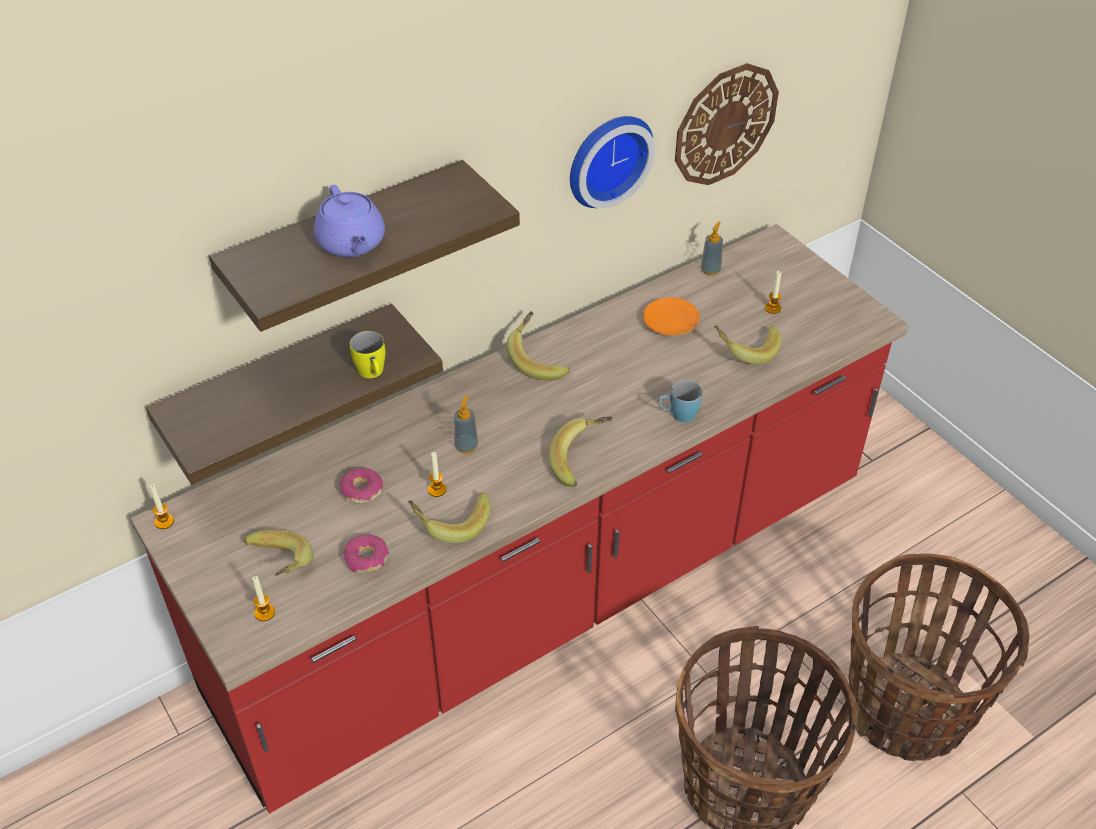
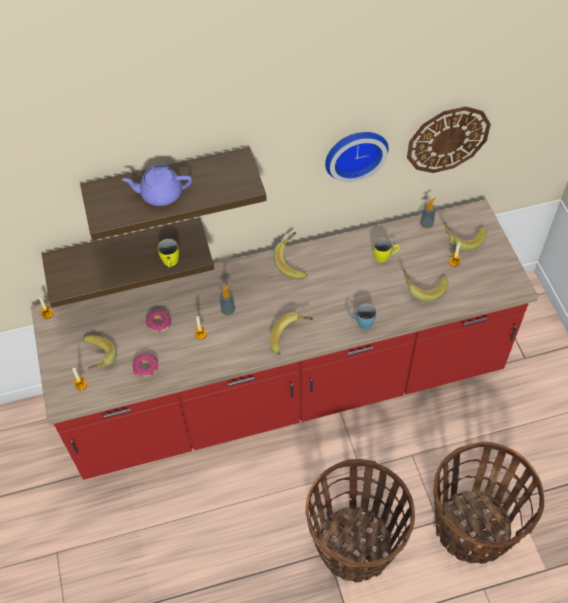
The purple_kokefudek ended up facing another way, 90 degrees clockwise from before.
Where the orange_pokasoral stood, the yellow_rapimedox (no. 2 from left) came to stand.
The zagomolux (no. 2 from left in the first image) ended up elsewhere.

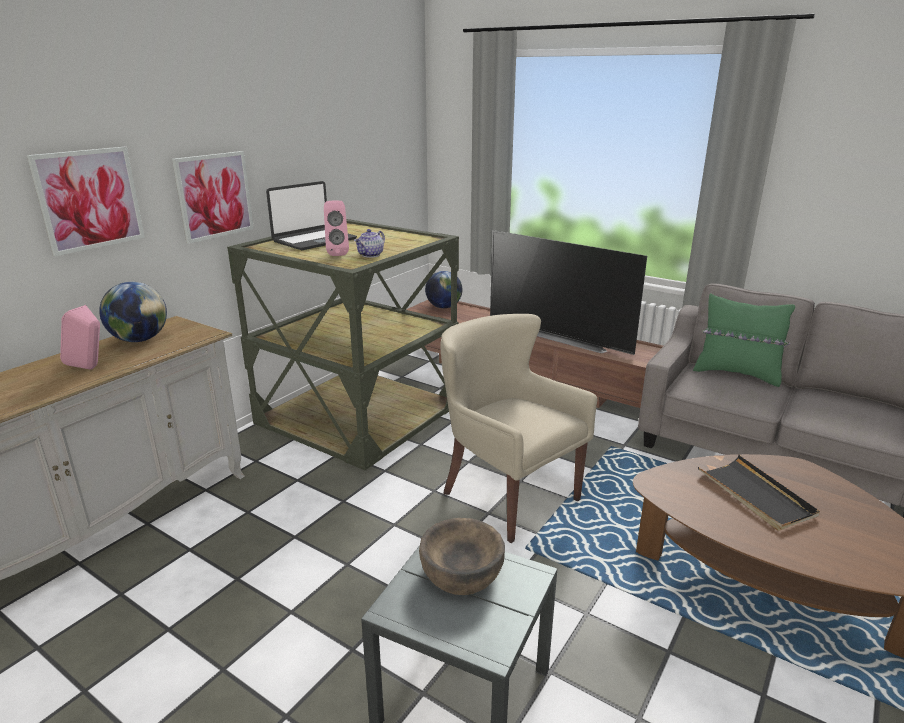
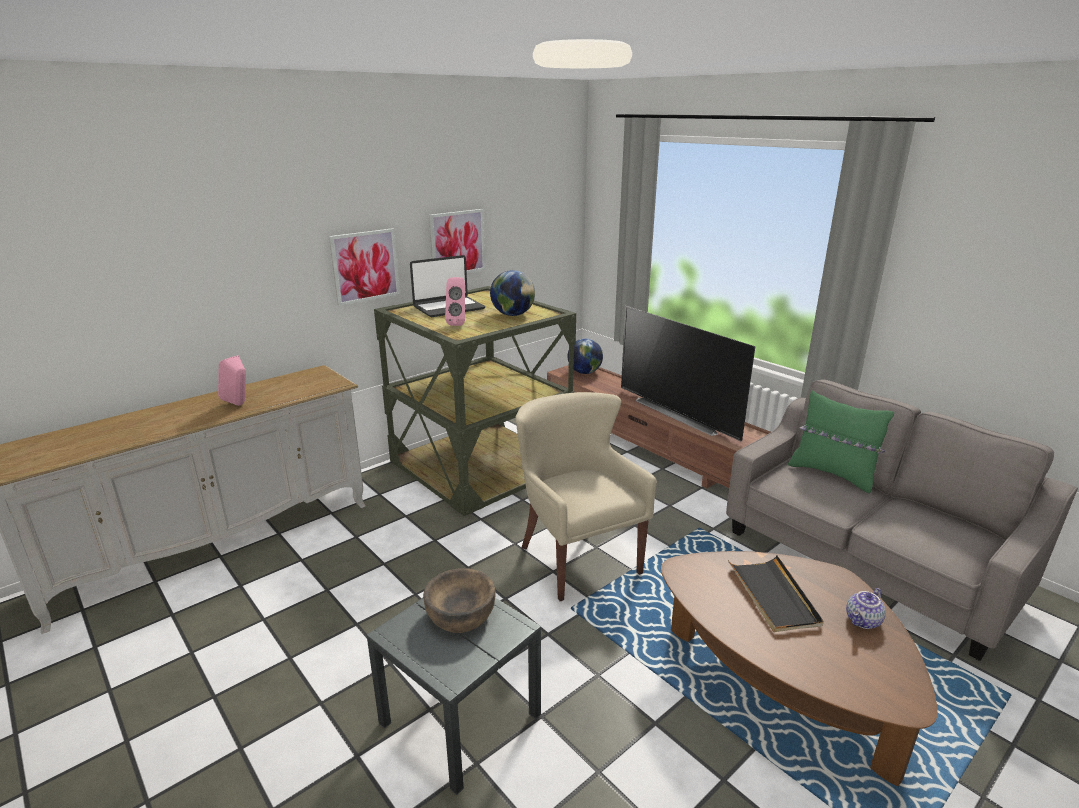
The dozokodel (no. 1 from left in the first image) ended up elsewhere.
The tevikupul (no. 1 from left) ended up elsewhere.
The kokefudek ended up elsewhere.

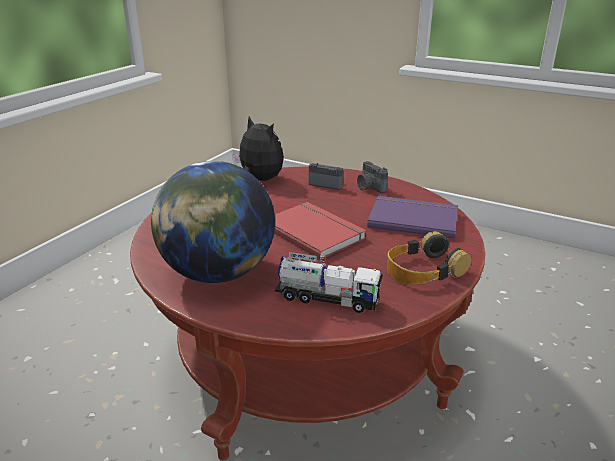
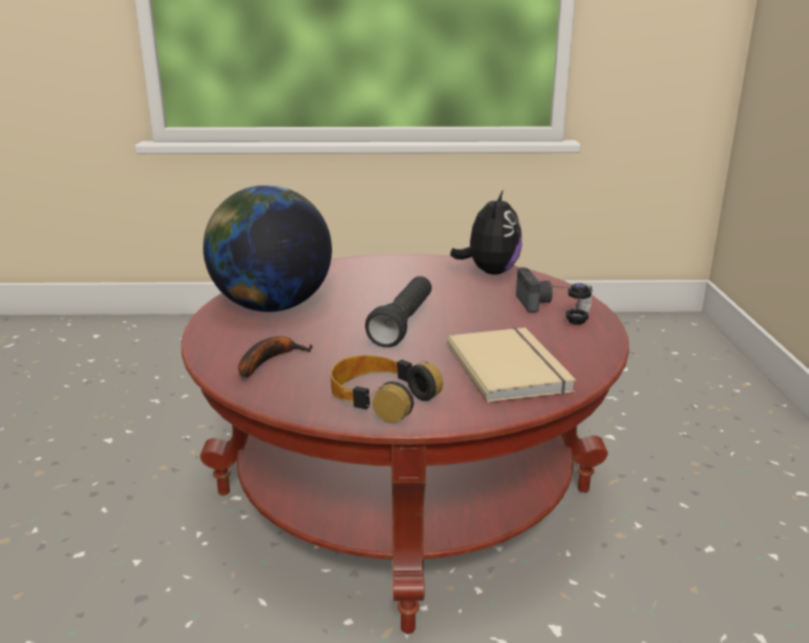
Where the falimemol stood, the zagomolux came to stand.
Where the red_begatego stood, the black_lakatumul came to stand.
What was the purple_begatego turned into the beige_begatego.
Where the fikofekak (no. 2 from left) stood, the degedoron (no. 2 from left) came to stand.

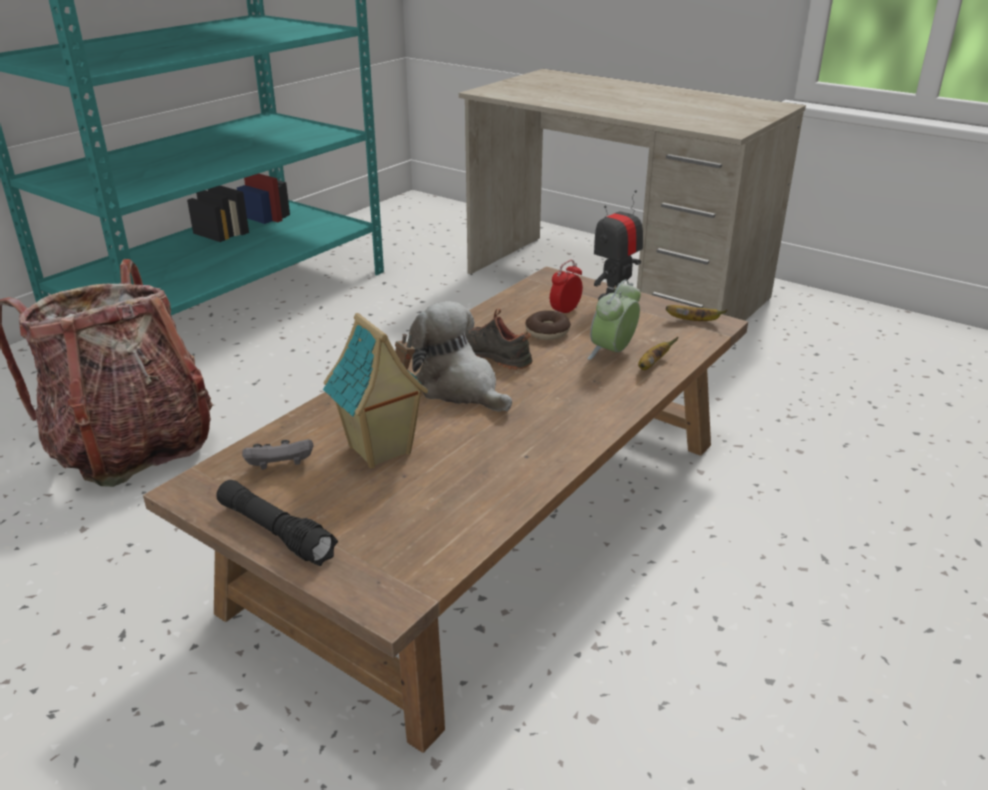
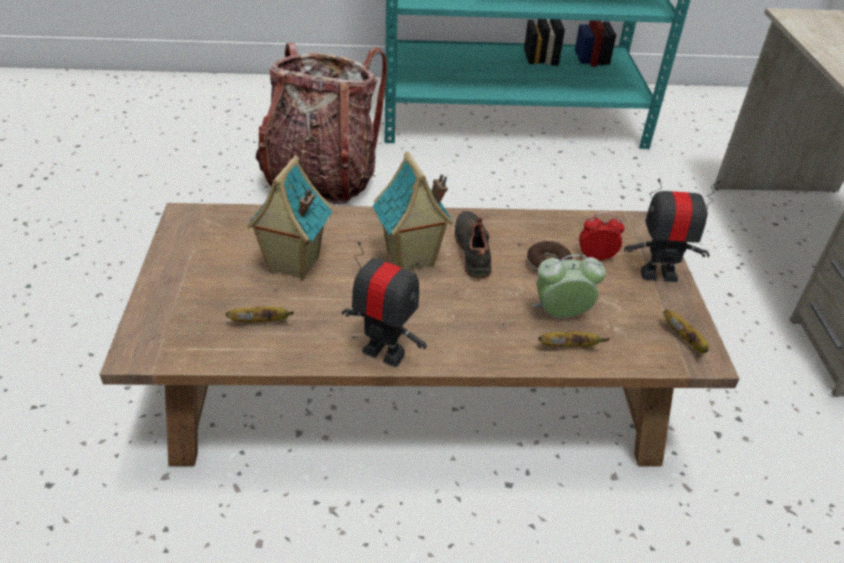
The second view gained the zagomolux (no. 1 from left).
The second view gained the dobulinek (no. 1 from left).
Where the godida stood, the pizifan (no. 2 from left) came to stand.
The second view lost the black_lakatumul.
The second view lost the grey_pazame.

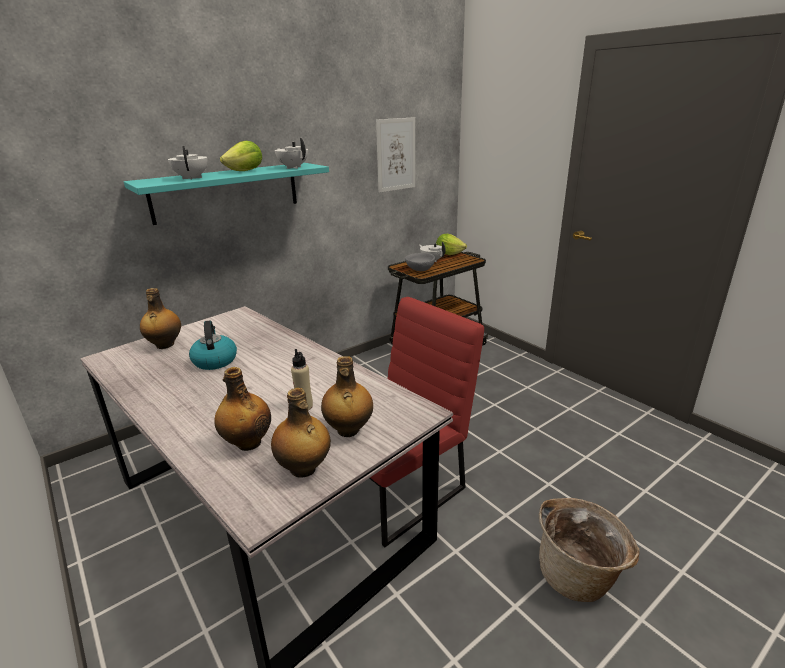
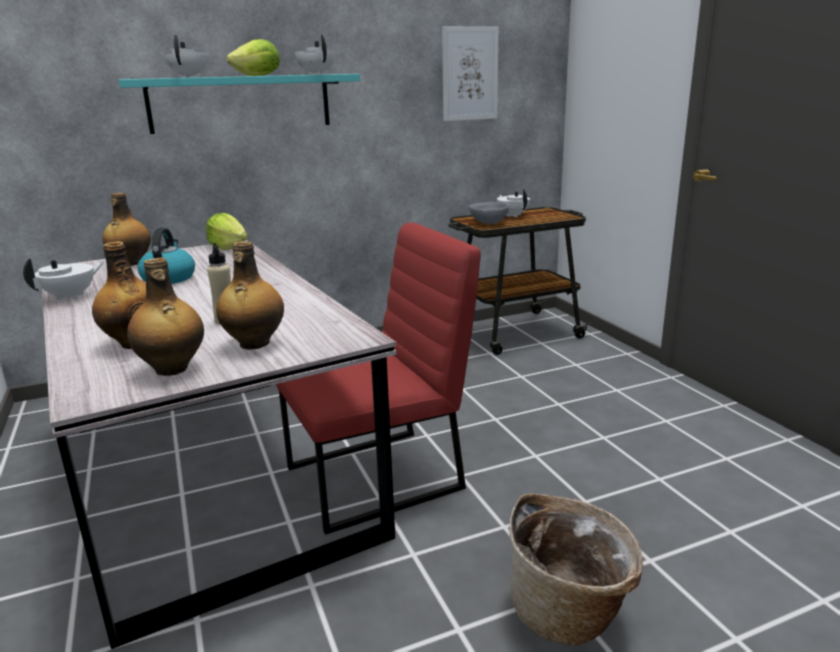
The second view gained the white_kokefudek (no. 1 from left).
The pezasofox (no. 2 from left in the first image) ended up elsewhere.

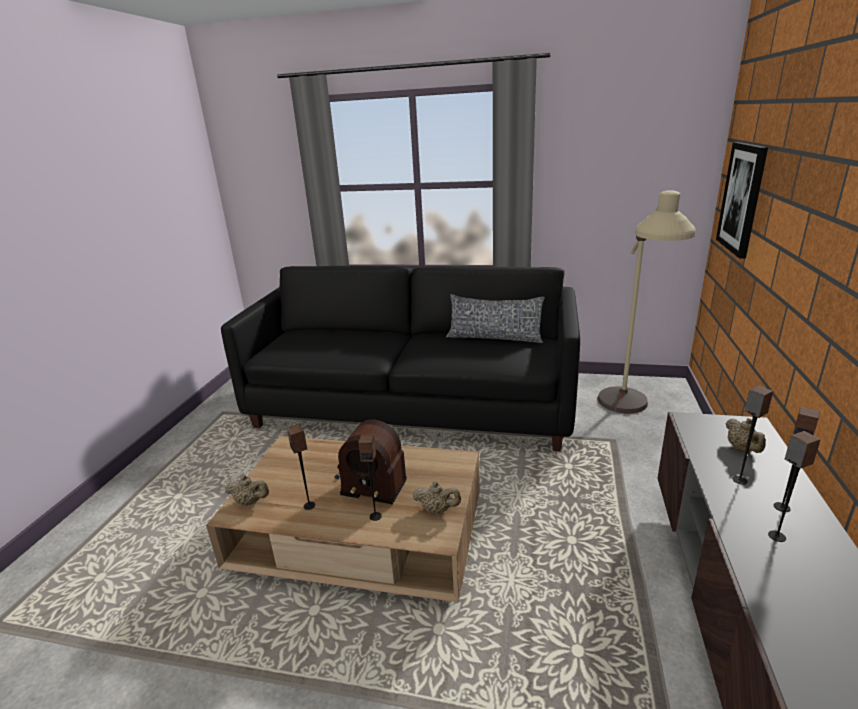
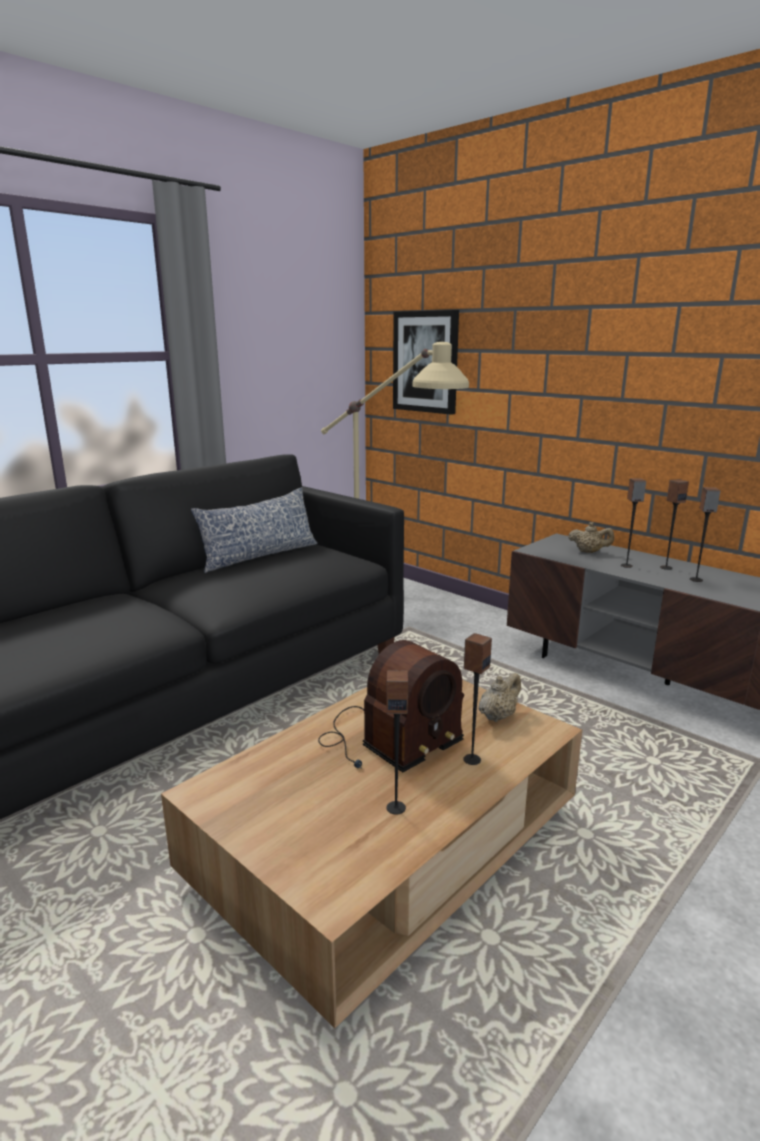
The second view lost the beige_kokefudek (no. 1 from left).

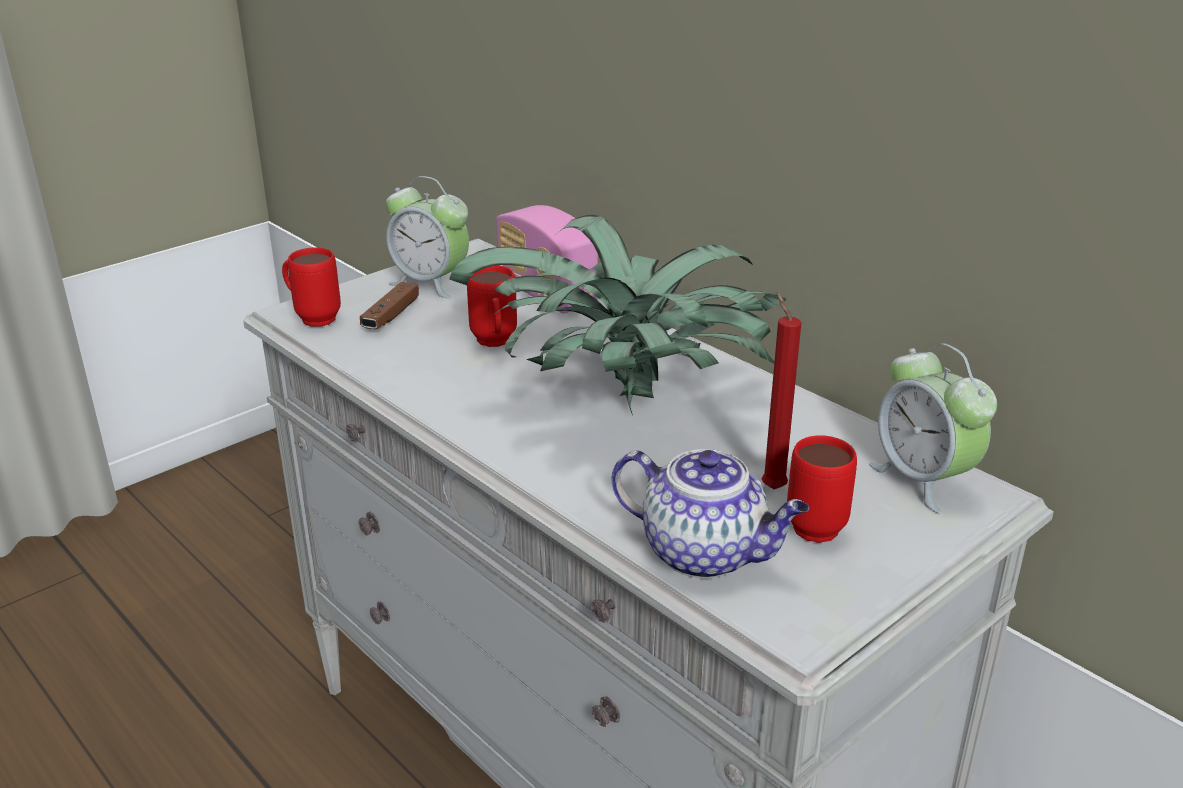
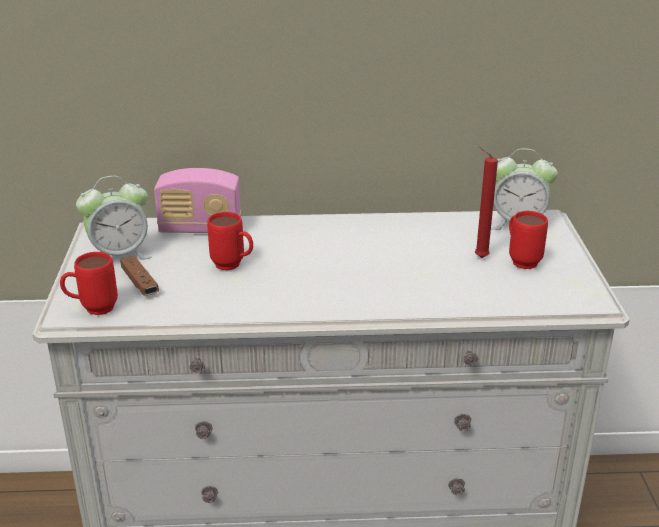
The second view lost the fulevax.
The second view lost the kokefudek.

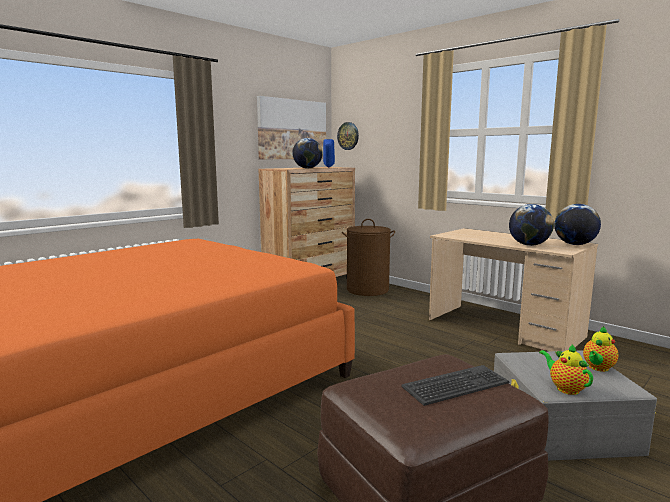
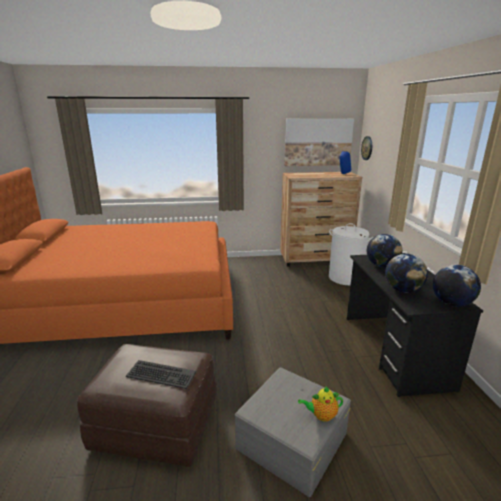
What was the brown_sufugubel turned into the white_sufugubel.
What was the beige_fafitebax turned into the black_fafitebax.
The tevikupul (no. 1 from left) ended up elsewhere.
The second view lost the kokefudek (no. 1 from left).

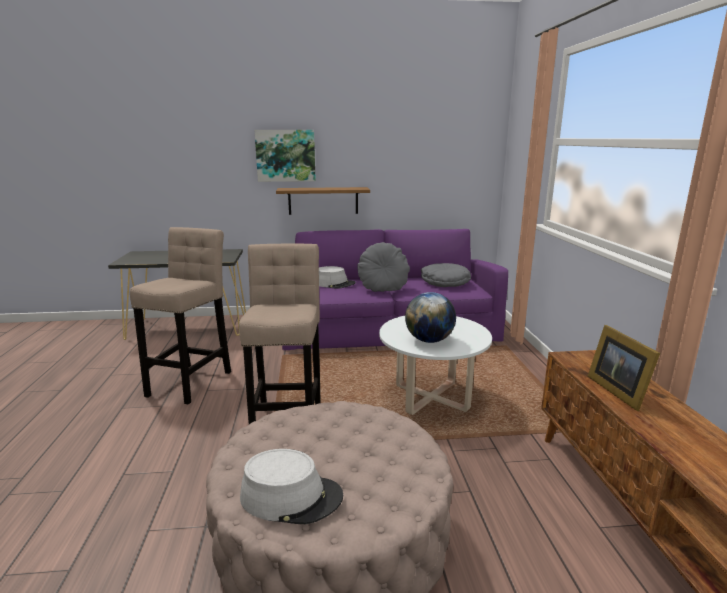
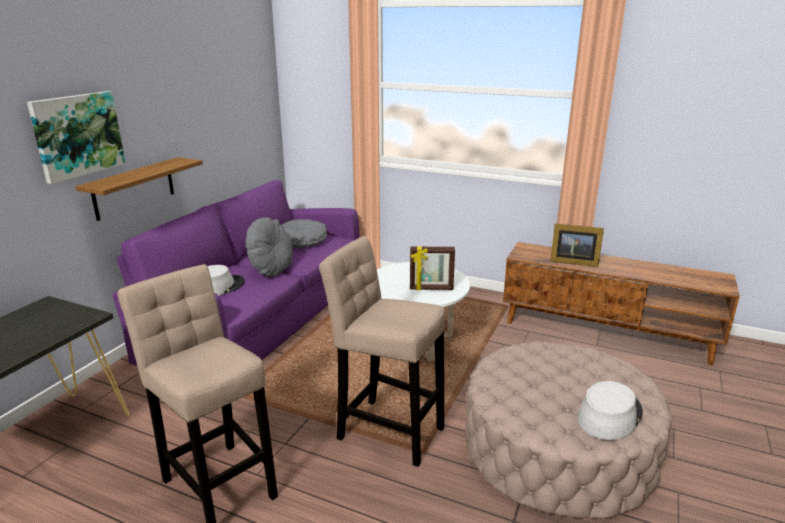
Where the tevikupul stood, the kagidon (no. 1 from left) came to stand.

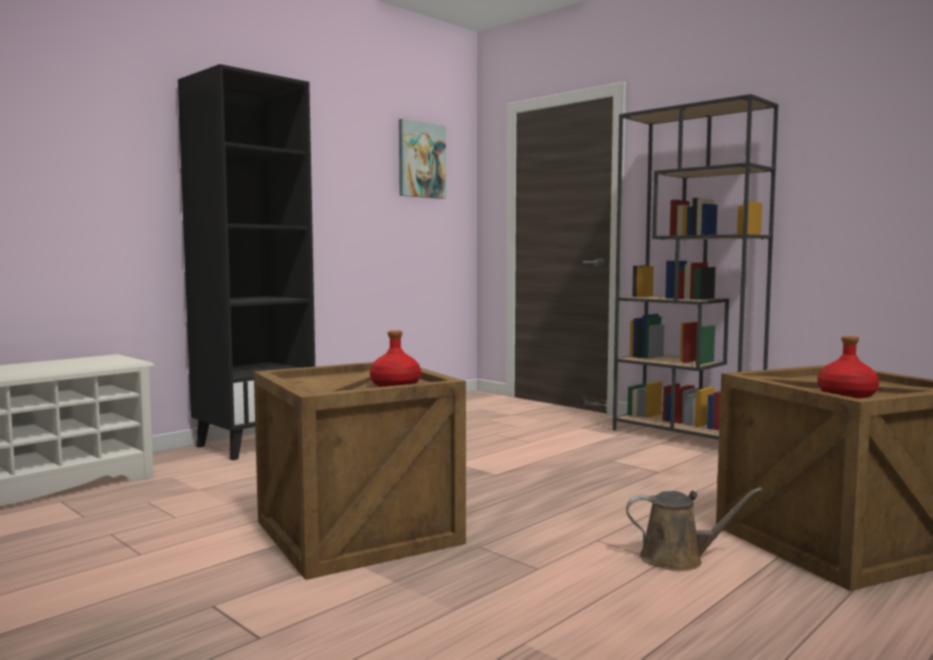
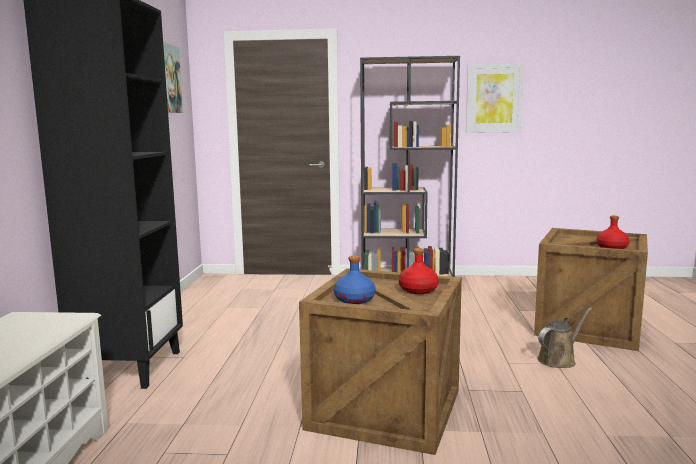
The second view gained the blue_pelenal.
The second view gained the dozokodel (no. 2 from left).

